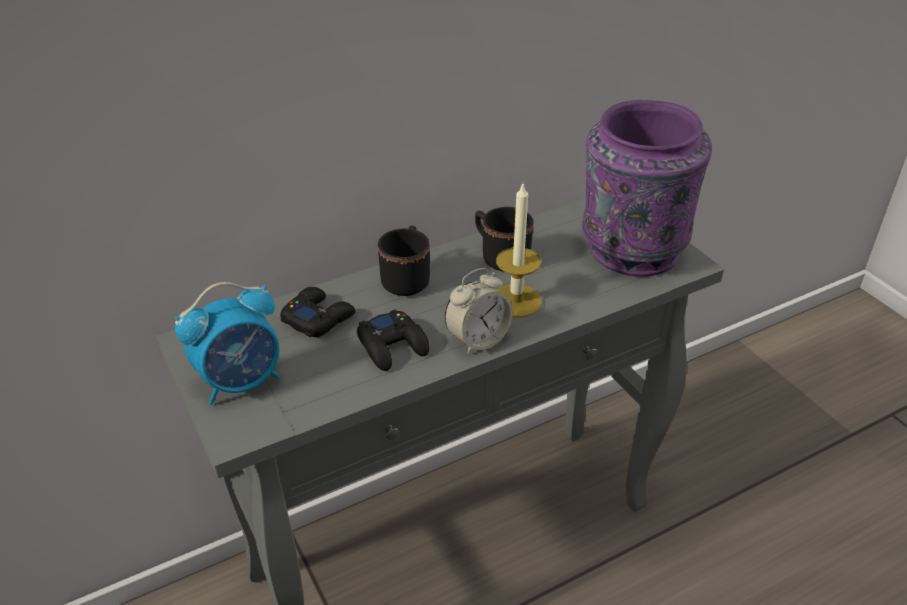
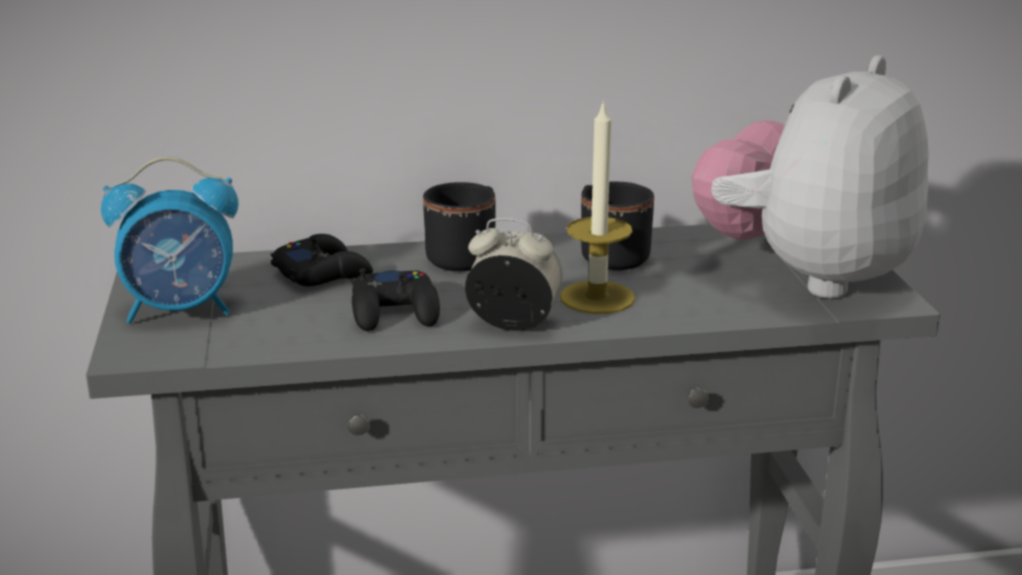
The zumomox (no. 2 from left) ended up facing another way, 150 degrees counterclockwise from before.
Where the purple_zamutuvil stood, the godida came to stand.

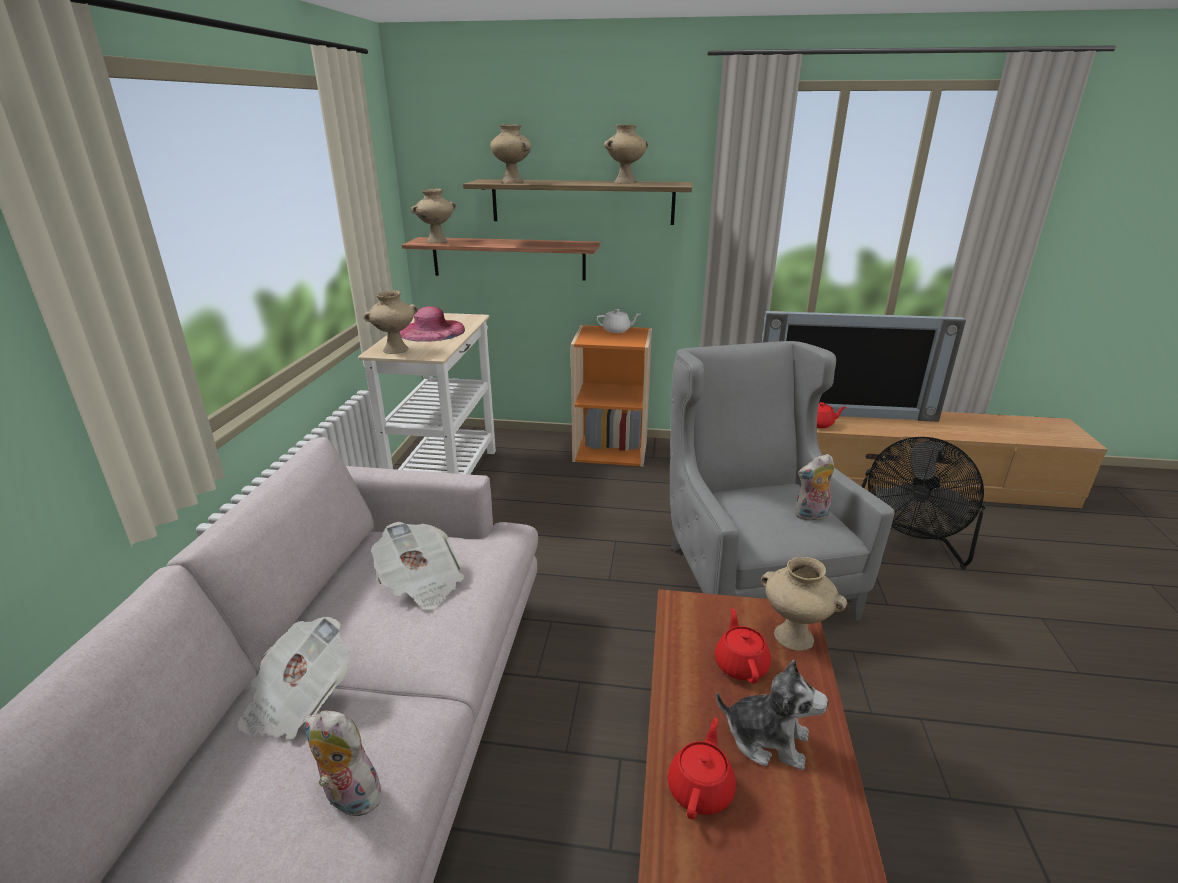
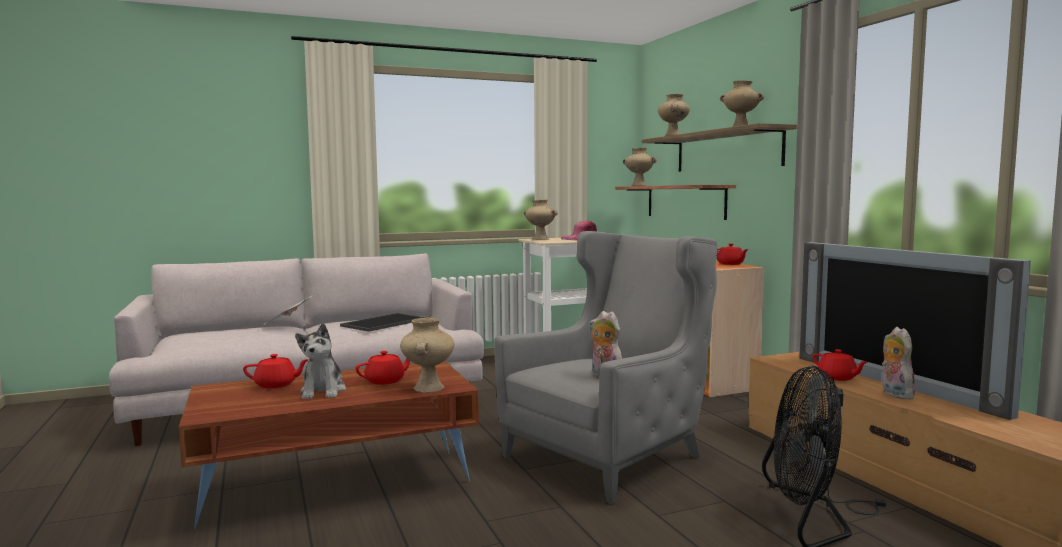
Where the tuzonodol (no. 2 from left) stood, the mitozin came to stand.
What was the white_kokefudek turned into the red_kokefudek (no. 3 from left).
The godida (no. 1 from left in the first image) ended up elsewhere.

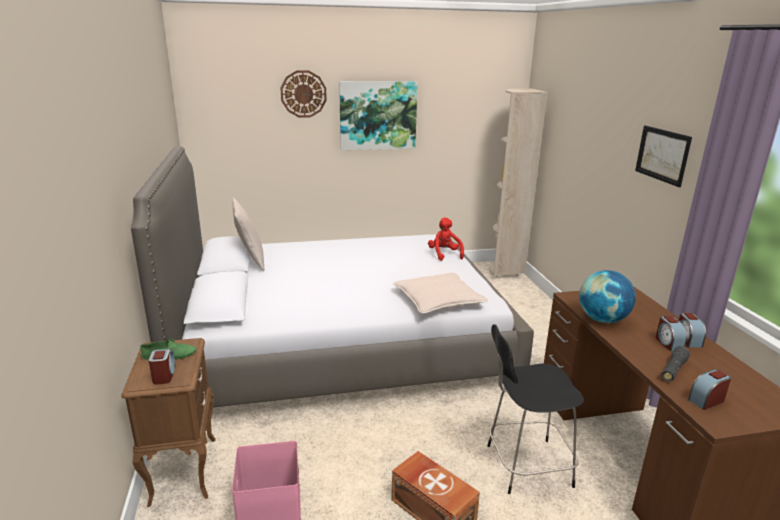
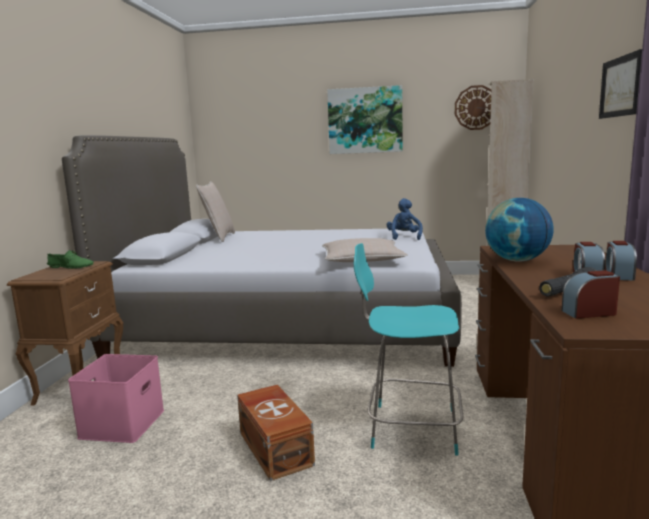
What was the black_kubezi turned into the turquoise_kubezi.
What was the red_godida turned into the blue_godida.
The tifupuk ended up elsewhere.
The second view lost the zumomox (no. 1 from left).

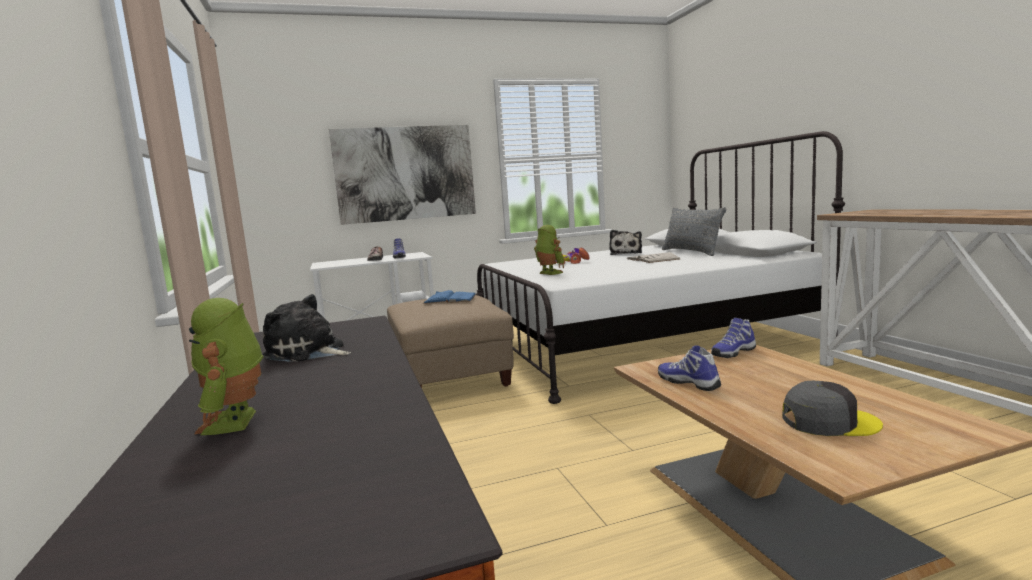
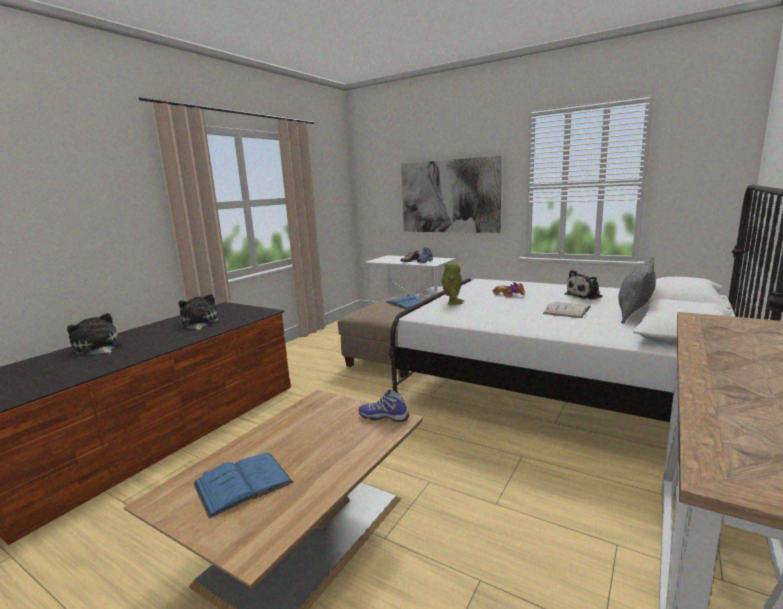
Where the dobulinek (no. 1 from left) stood, the godida (no. 1 from left) came to stand.
Where the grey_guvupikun stood, the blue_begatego (no. 1 from left) came to stand.
The second view lost the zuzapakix (no. 3 from left).

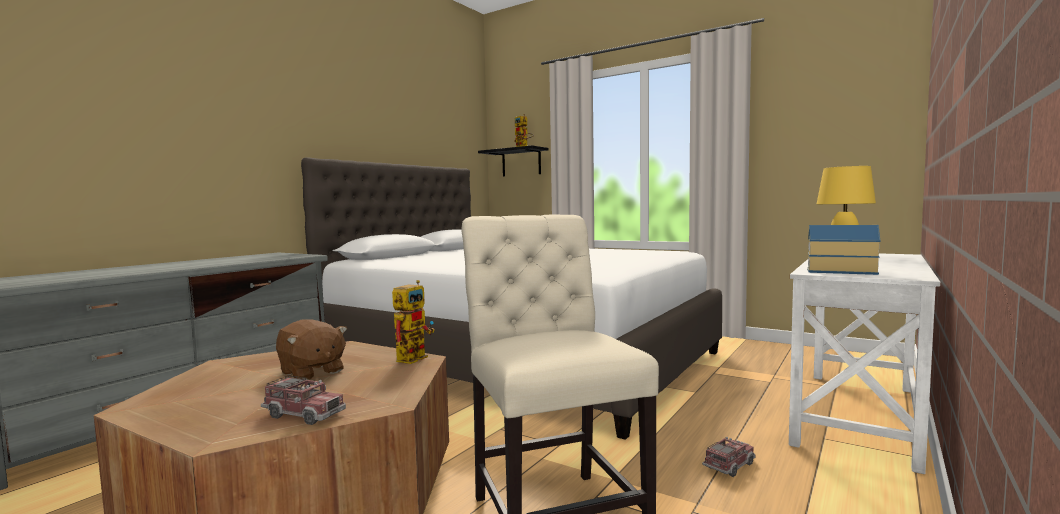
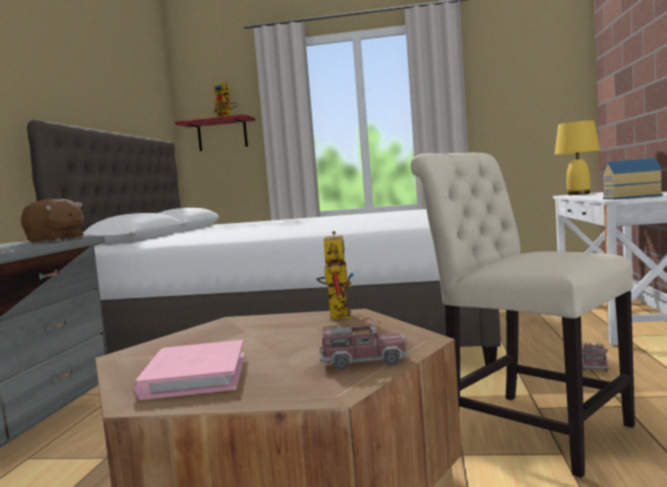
The brown_godida ended up elsewhere.
The second view gained the pink_begatego.
What was the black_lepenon turned into the red_lepenon.

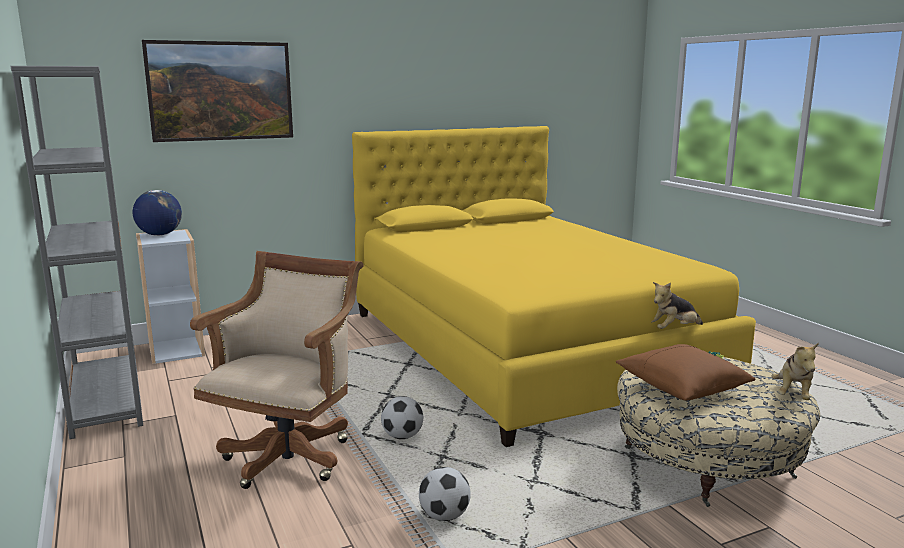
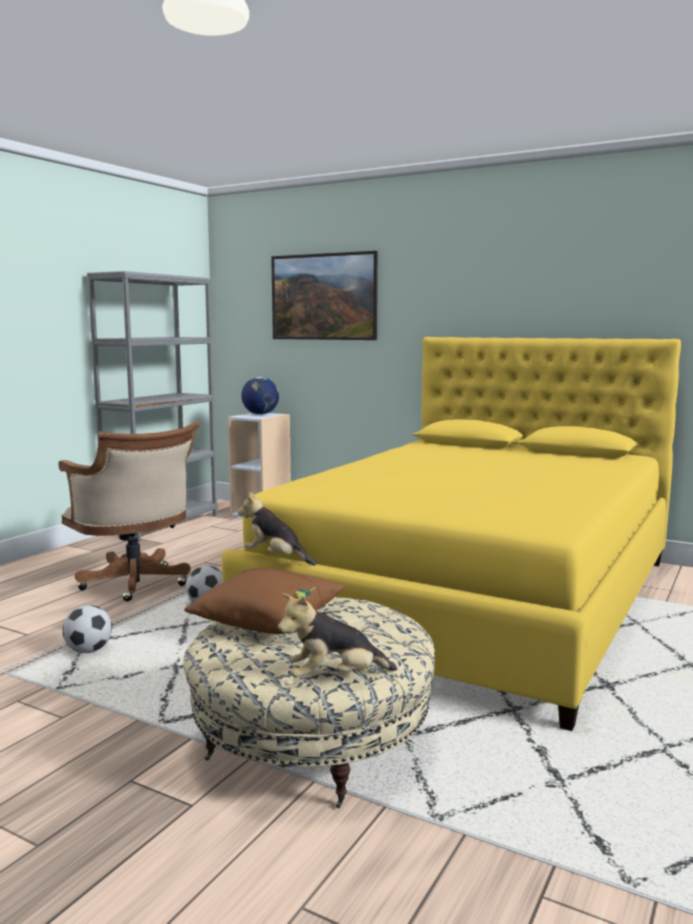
The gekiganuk ended up facing another way, 60 degrees clockwise from before.
The godida (no. 1 from left) ended up elsewhere.

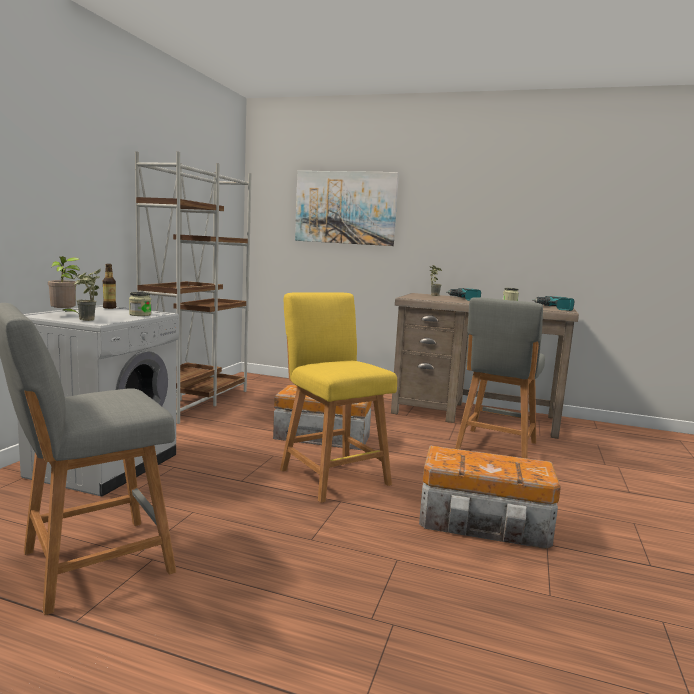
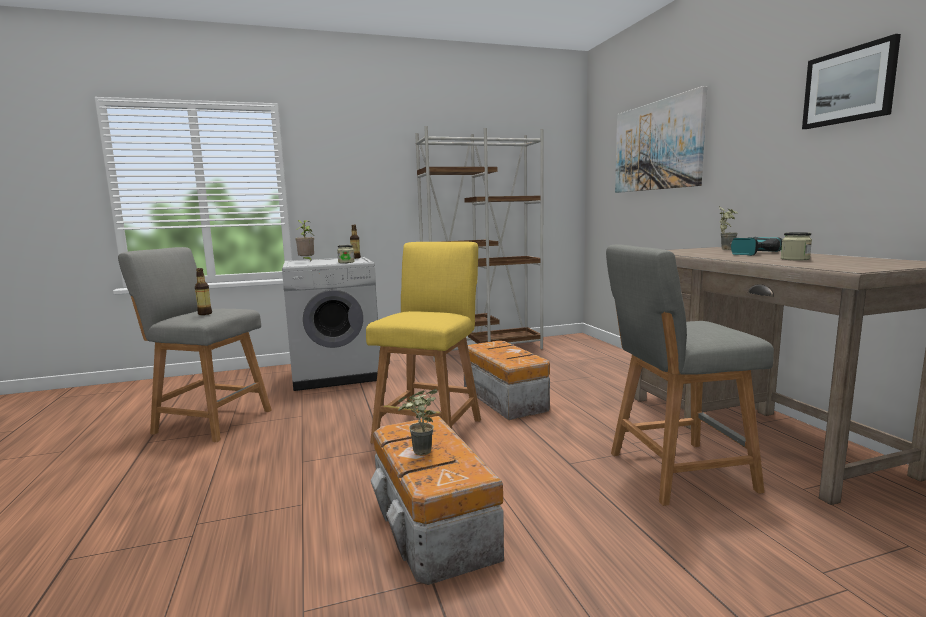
The second view gained the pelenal (no. 1 from left).
The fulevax (no. 2 from left) ended up elsewhere.
The second view gained the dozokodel (no. 2 from left).
The second view lost the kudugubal (no. 2 from left).

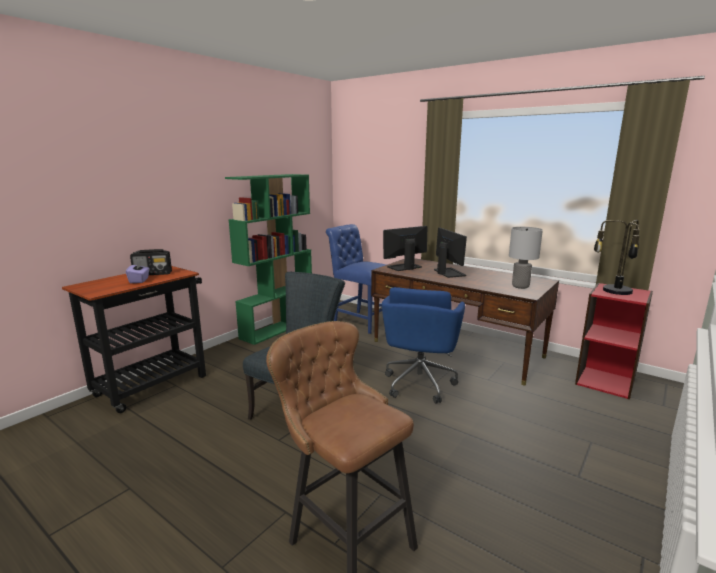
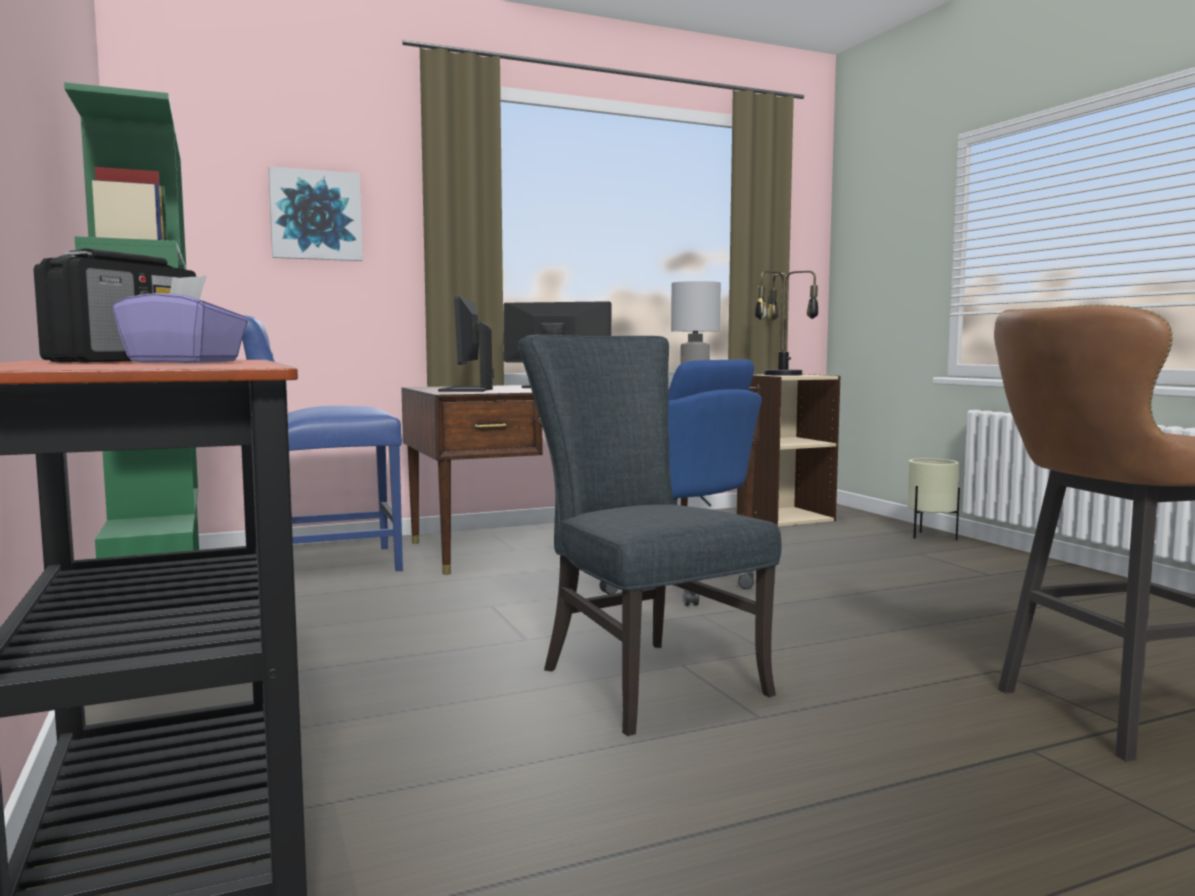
The second view gained the dozokodel.
What was the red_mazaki turned into the beige_mazaki.
The second view gained the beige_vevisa.

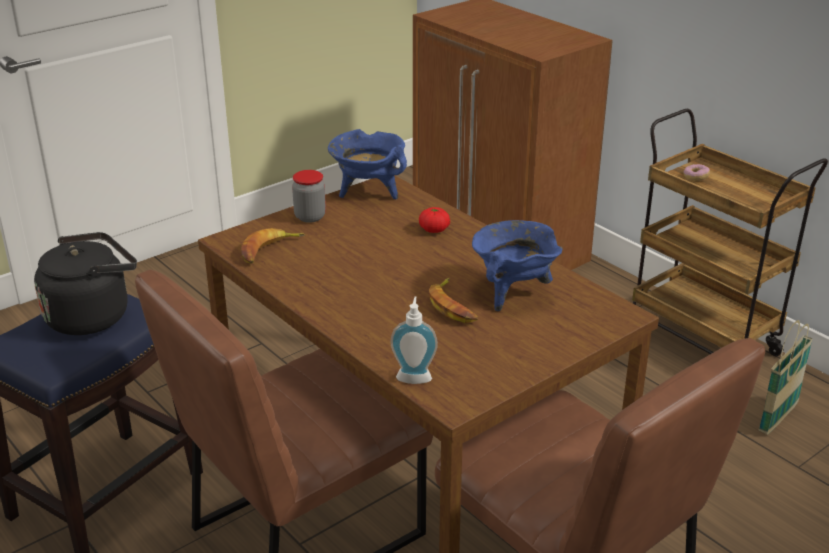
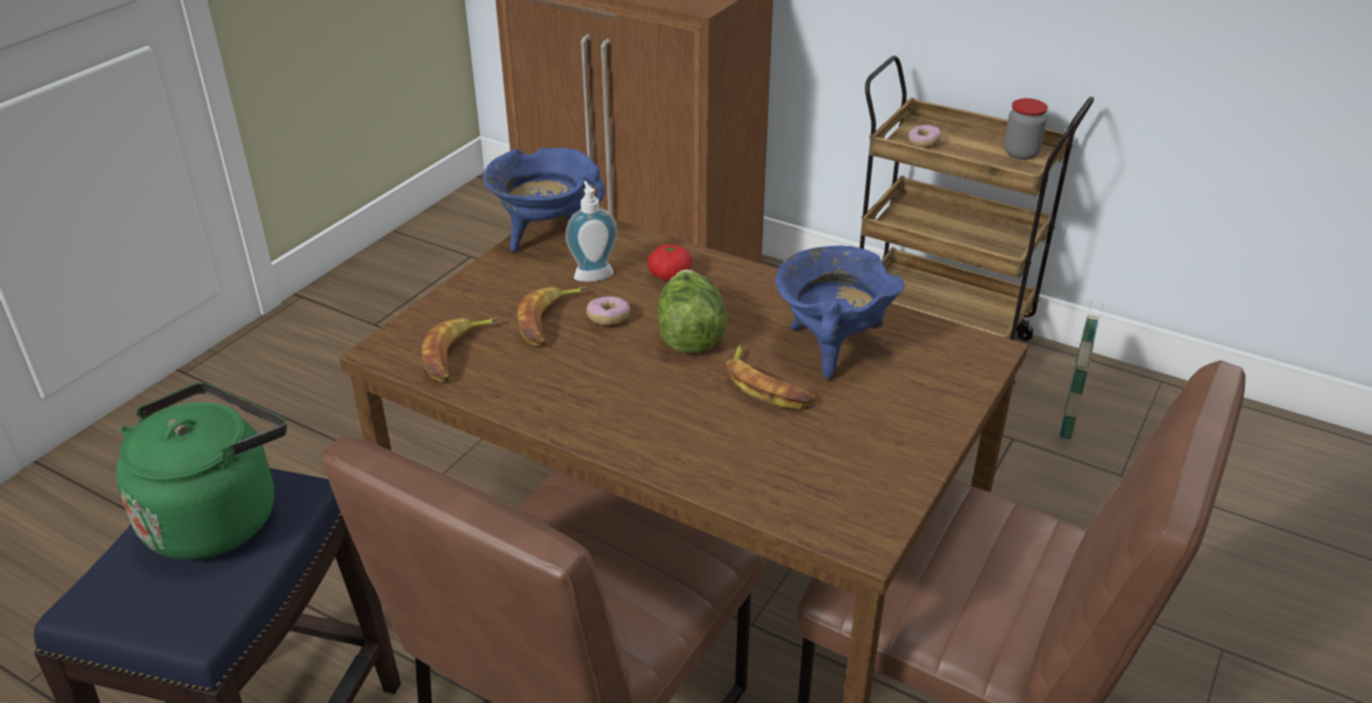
What was the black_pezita turned into the green_pezita.
The second view gained the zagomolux (no. 2 from left).
The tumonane ended up elsewhere.
The second view gained the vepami (no. 1 from left).
The second view gained the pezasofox.
The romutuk ended up elsewhere.

